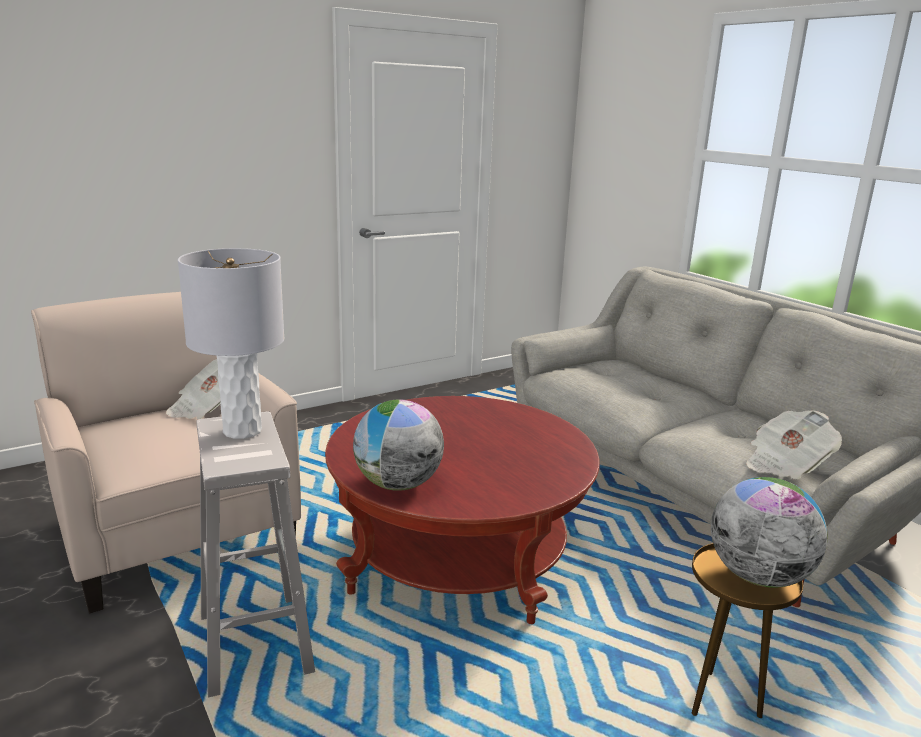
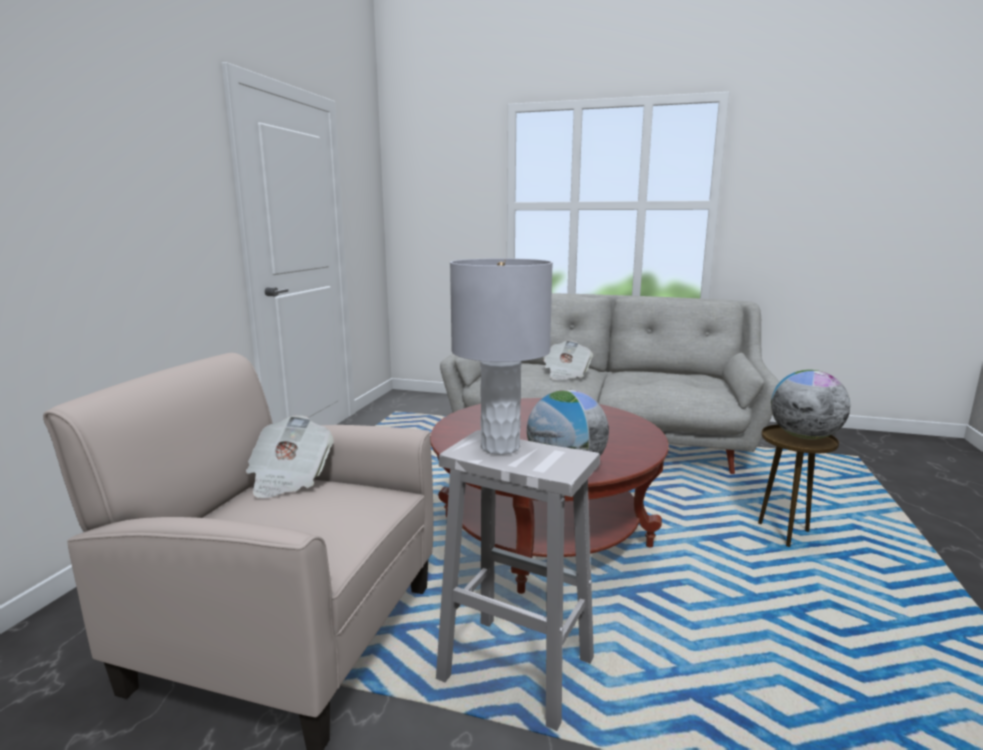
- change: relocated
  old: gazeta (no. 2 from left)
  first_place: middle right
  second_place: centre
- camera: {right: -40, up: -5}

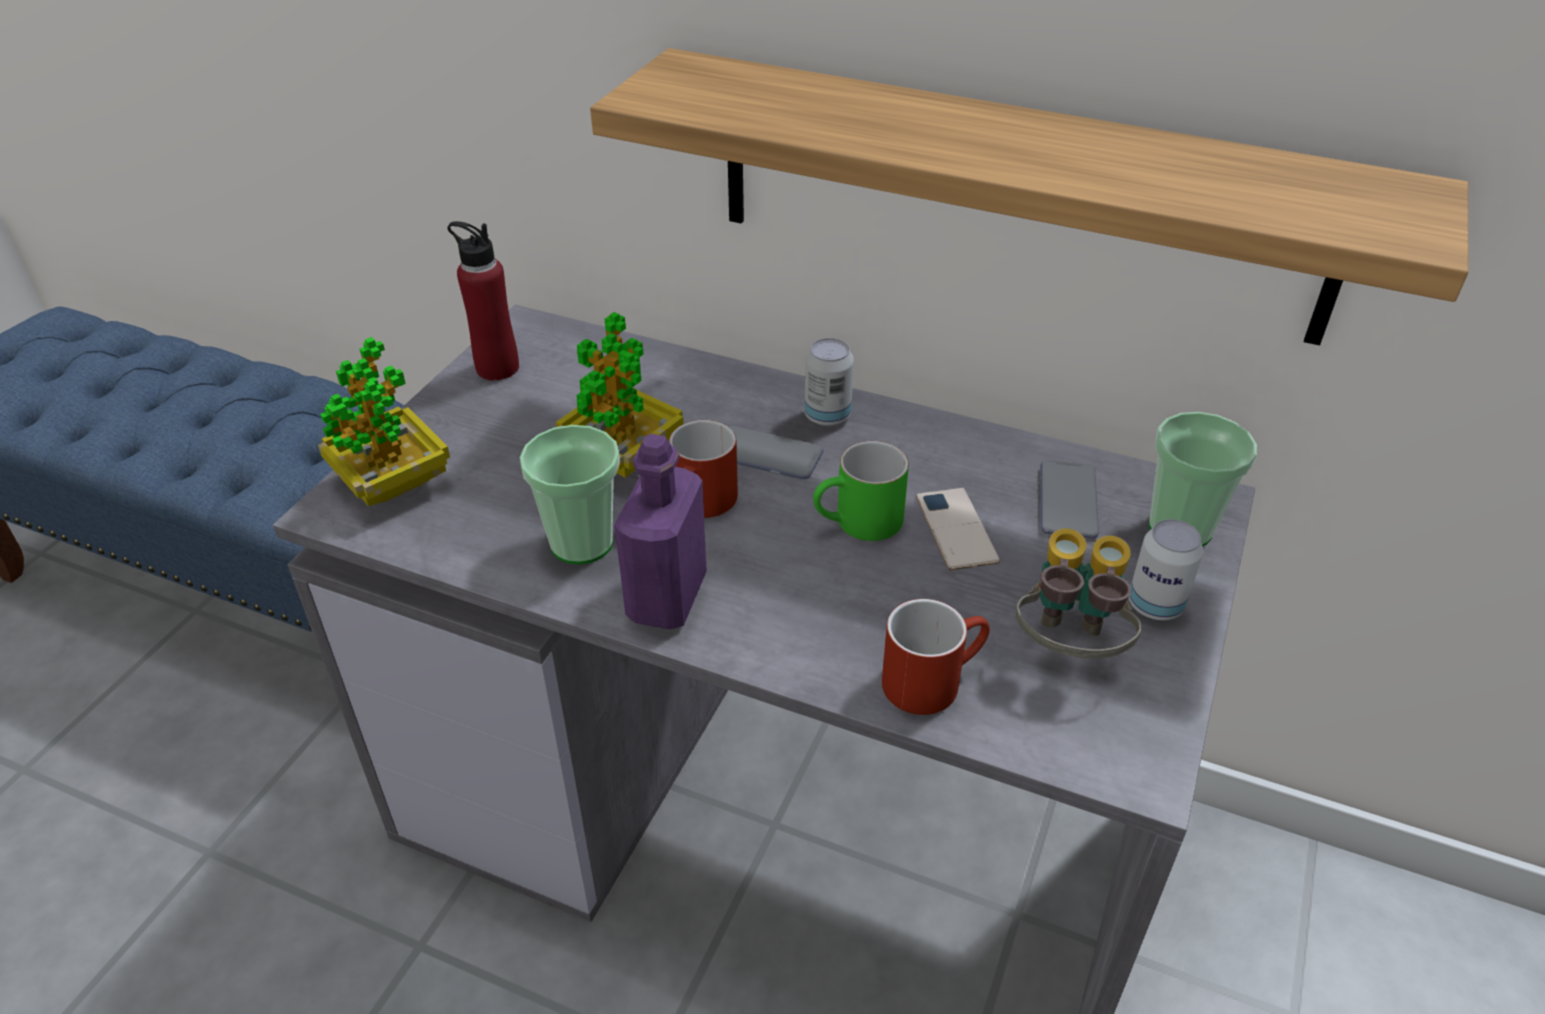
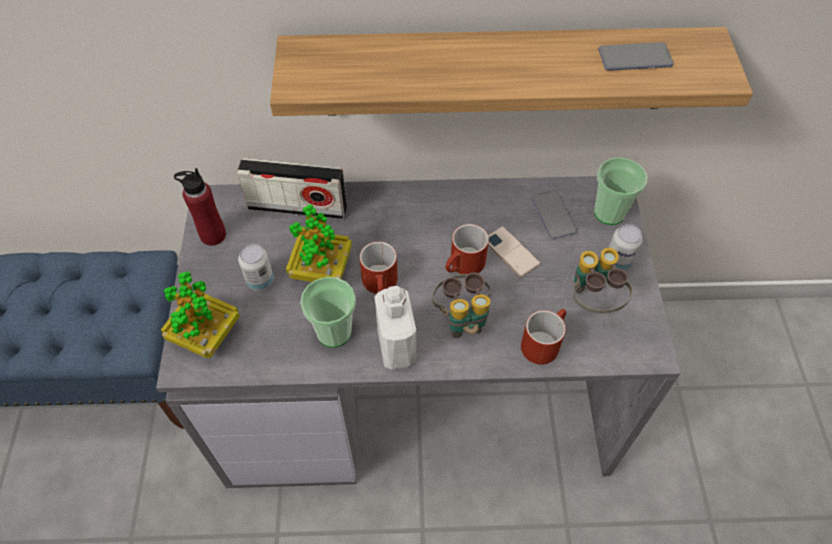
- change: appeared
  new: radio
  second_place: centre
- change: appeared
  new: lornetka (no. 1 from left)
  second_place: centre
- change: relocated
  old: telefon (no. 1 from left in the first image)
  new: telefon (no. 3 from left)
  first_place: centre
  second_place: top right
- change: relocated
  old: puszka (no. 1 from left)
  first_place: centre
  second_place: middle left
- change: colour
  old: butelka (fioletowy)
  new: butelka (biały)
  first_place: centre
  second_place: centre
- change: colour
  old: kubek (zielony)
  new: kubek (czerwony) (no. 2 from left)
  first_place: centre
  second_place: centre
- camera: {right: -25, up: 15}

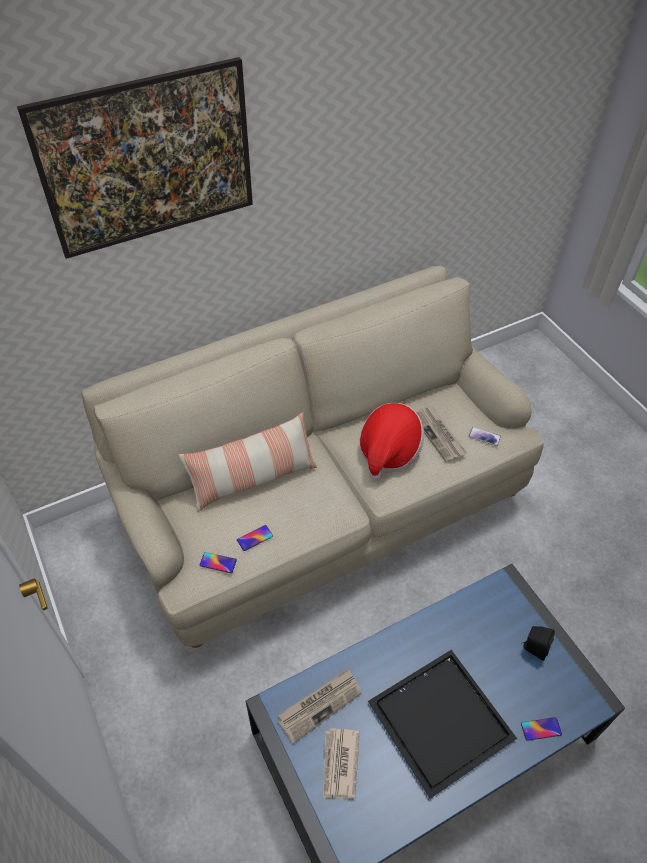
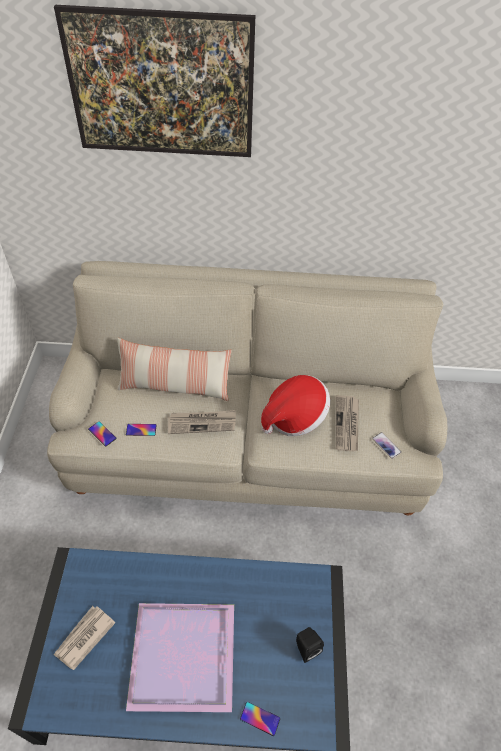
- change: relocated
  old: gazeta (no. 1 from left in the first image)
  new: gazeta (no. 2 from left)
  first_place: bottom centre
  second_place: centre
- change: colour
  old: taca (czarny)
  new: taca (fioletowy)
  first_place: bottom right
  second_place: bottom centre
- camera: {right: 30, up: 0}

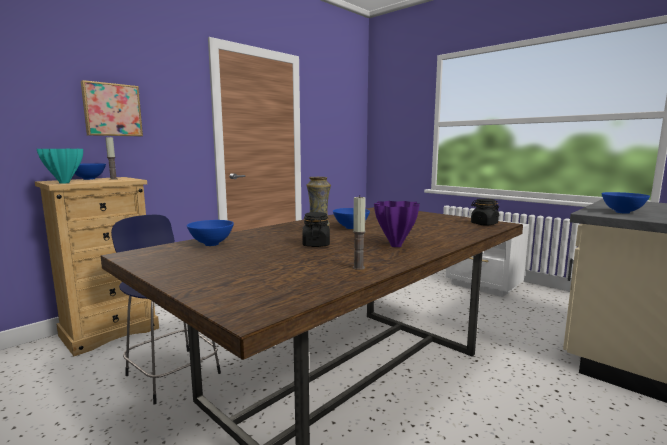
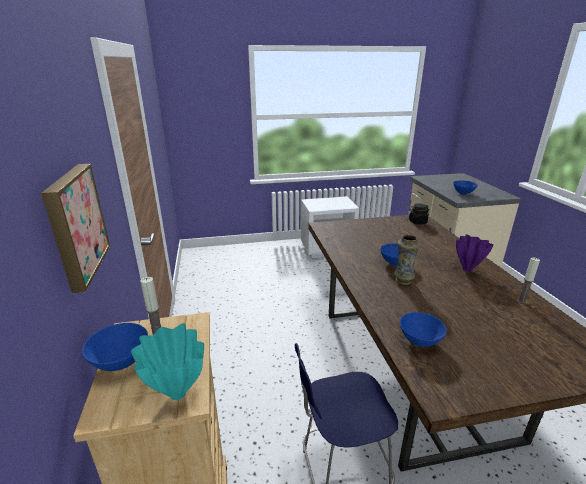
- change: missing
  old: słoik (czarny) (no. 1 from left)
  first_place: centre
- camera: {right: -55, up: 15}

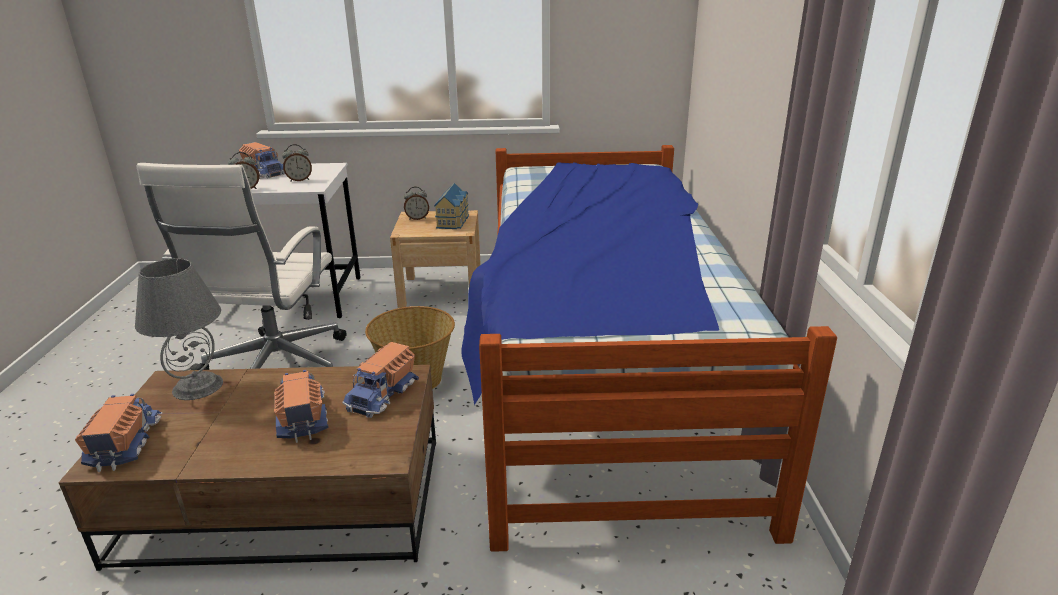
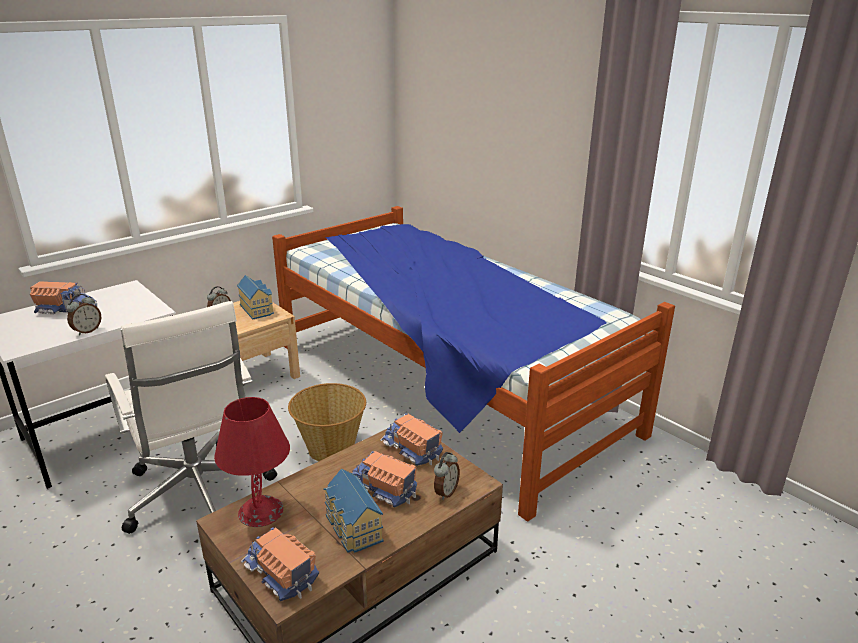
- change: appeared
  new: domek (no. 2 from left)
  second_place: bottom centre
- change: relocated
  old: budzik (no. 2 from left in the first image)
  new: budzik (no. 3 from left)
  first_place: top left
  second_place: bottom centre
- change: colour
  old: lampa stołowa (szary)
  new: lampa stołowa (czerwony)
  first_place: middle left
  second_place: bottom left
- change: spun
  old: ciężarówka zabawkowa (no. 4 from left)
  first_place: centre
  second_place: bottom centre
  degrees: 150
- camera: {right: -40, up: 0}

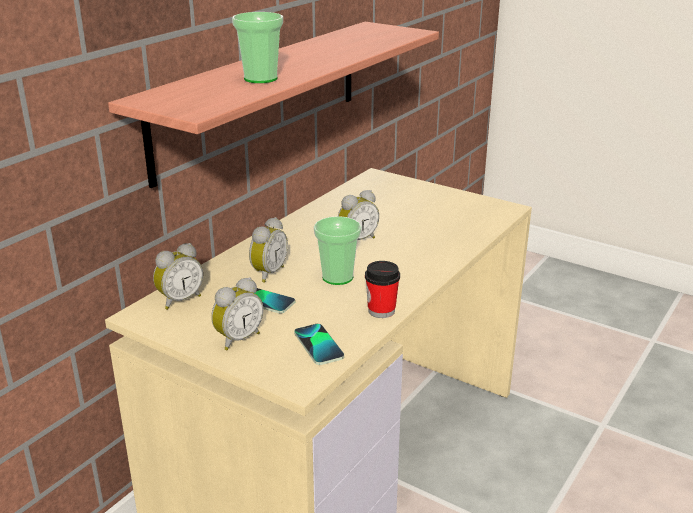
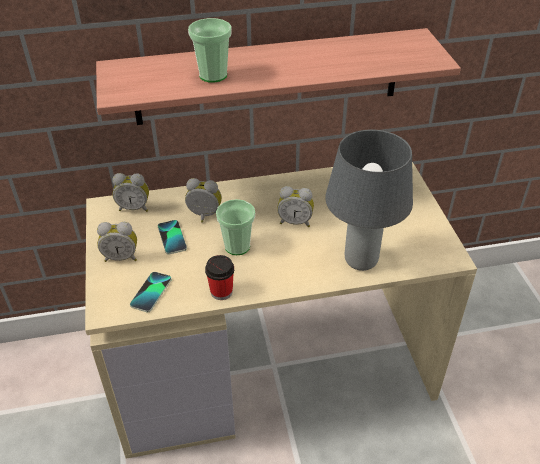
- change: appeared
  new: lampa stołowa (szary)
  second_place: middle right
- change: spun
  old: budzik (no. 3 from left)
  first_place: centre
  second_place: centre
  degrees: -150
- camera: {right: 45, up: 15}

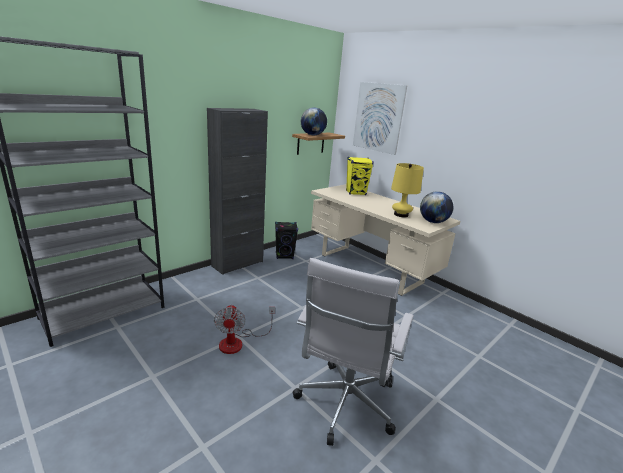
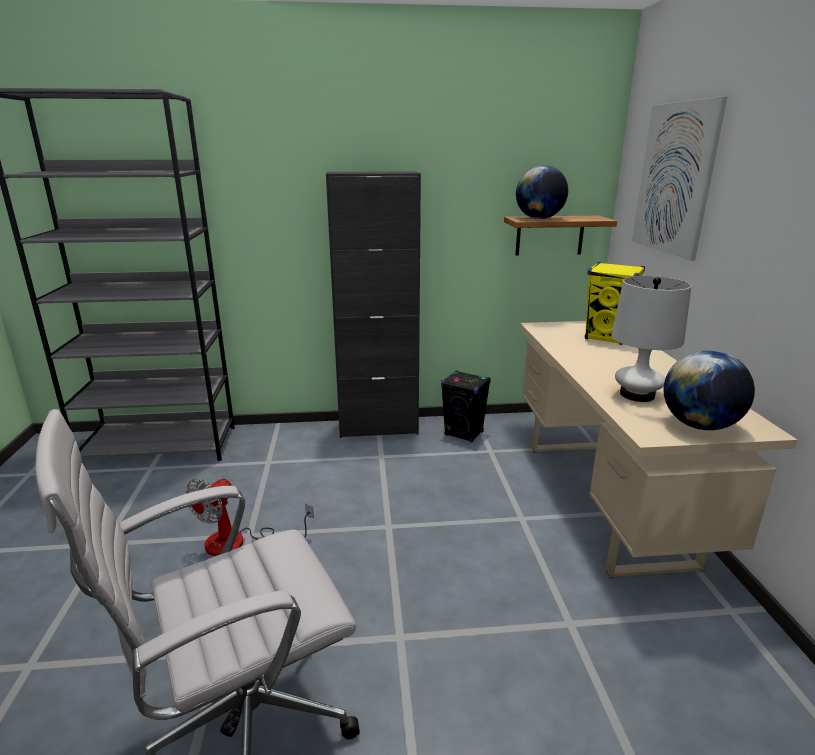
- change: colour
  old: lampa stołowa (żółty)
  new: lampa stołowa (biały)
  first_place: centre
  second_place: middle right
- camera: {right: 40, up: 0}

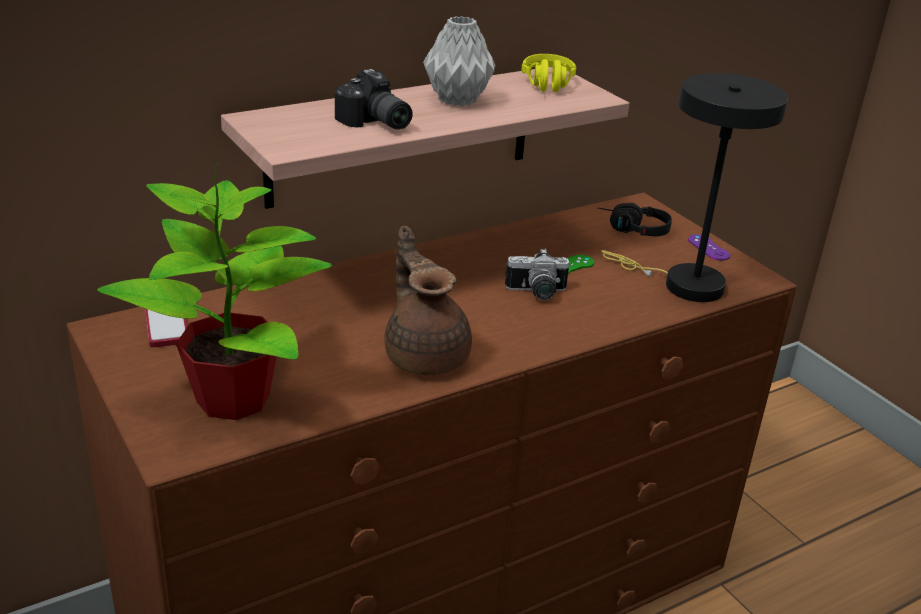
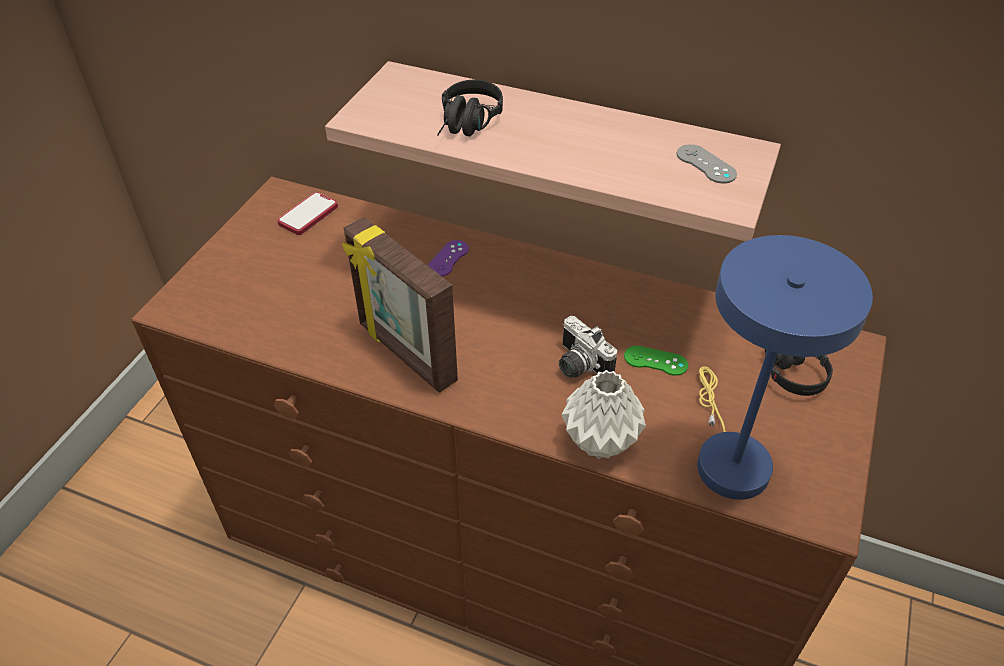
- change: missing
  old: roślina doniczkowa
  first_place: middle left
- change: relocated
  old: wazon (szary)
  first_place: top centre
  second_place: centre
- change: relocated
  old: pad do gier (fioletowy)
  first_place: middle right
  second_place: centre
- change: exchanged
  old: aparat fotograficzny (no. 1 from left)
  new: słuchawki (czarny) (no. 1 from left)
  first_place: top centre
  second_place: top centre
- change: exchanged
  old: imbryk (brązowy)
  new: ramka na zdjęcie
  first_place: centre
  second_place: centre
- change: exchanged
  old: słuchawki (żółty)
  new: pad do gier (szary)
  first_place: top centre
  second_place: top right
- change: colour
  old: lampa stołowa (czarny)
  new: lampa stołowa (niebieski)
  first_place: top right
  second_place: middle right
- camera: {right: 55, up: 15}

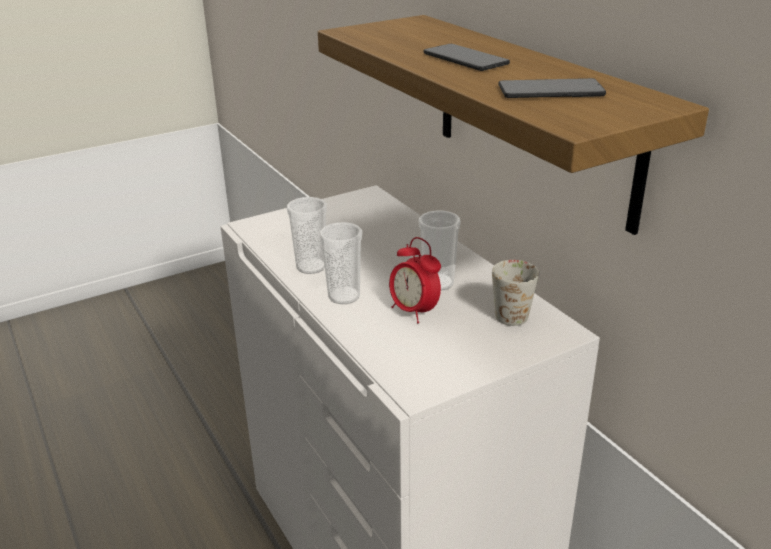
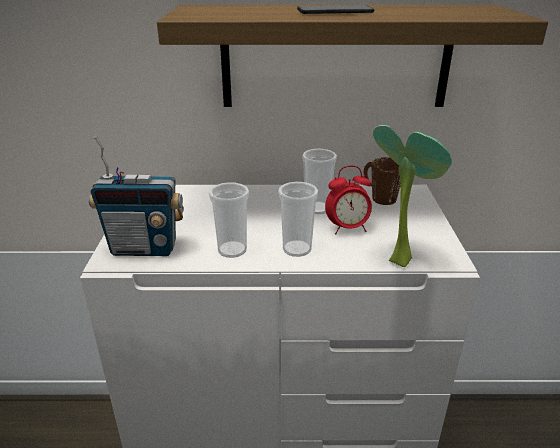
- change: missing
  old: telefon (no. 2 from left)
  first_place: top right
- change: appeared
  new: radio
  second_place: middle left
- change: appeared
  new: roślina doniczkowa
  second_place: middle right
- change: colour
  old: kubek (biały)
  new: kubek (brązowy)
  first_place: middle right
  second_place: middle right
- camera: {right: -60, up: 0}

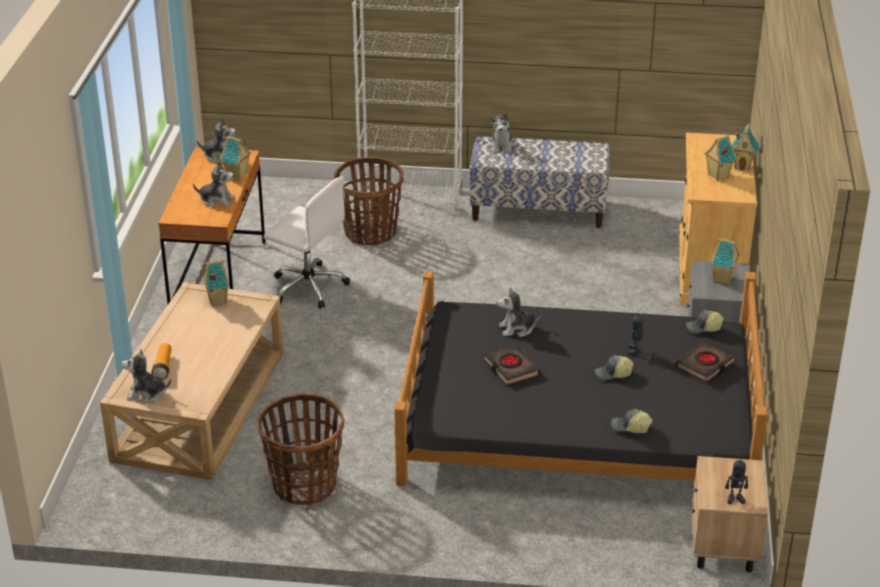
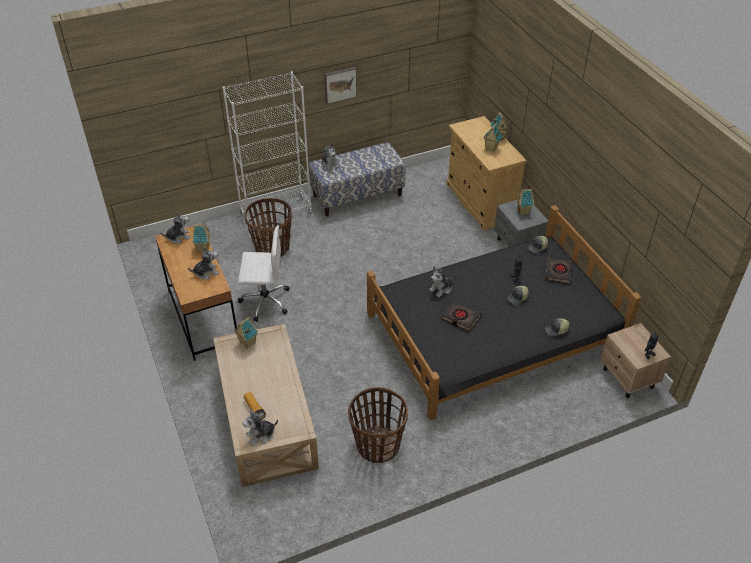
- change: appeared
  new: obraz
  second_place: top centre
- camera: {right: -30, up: 10}

